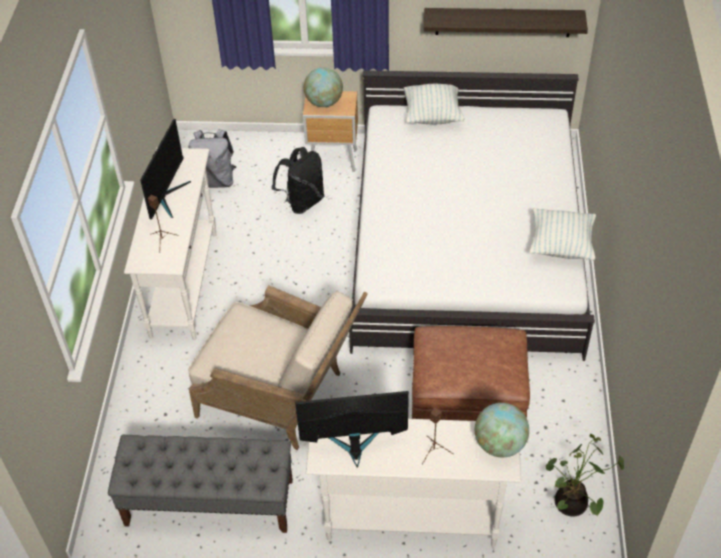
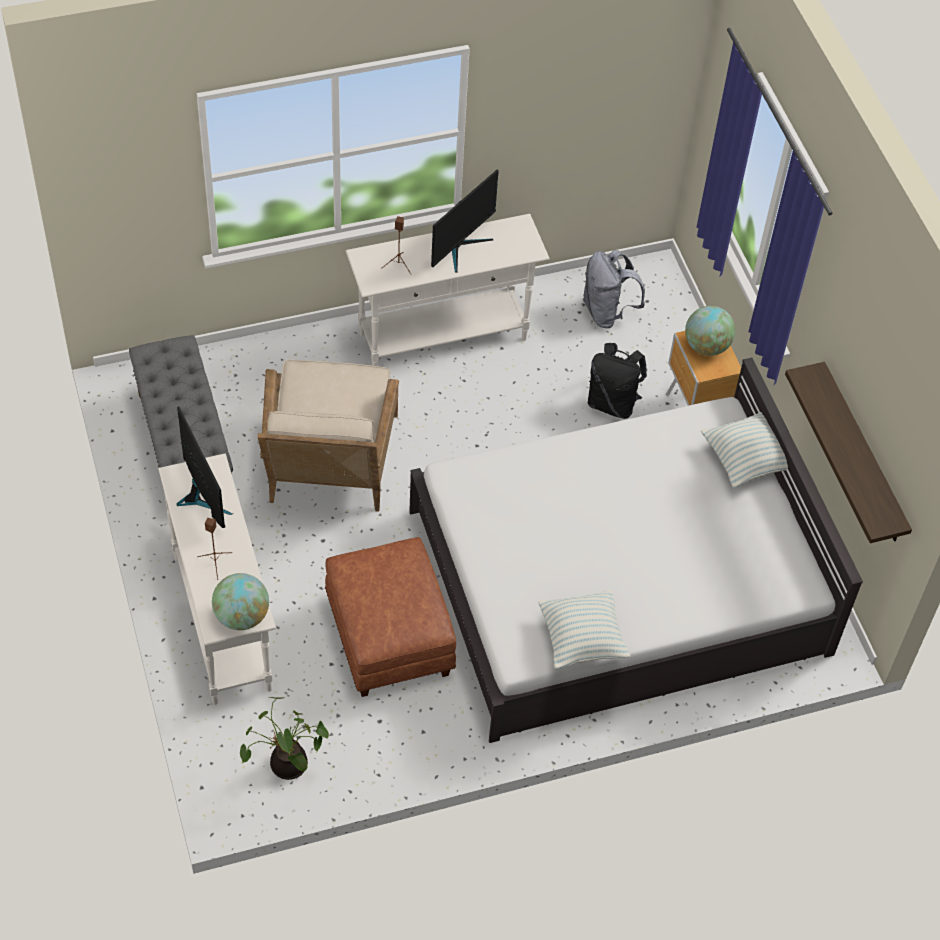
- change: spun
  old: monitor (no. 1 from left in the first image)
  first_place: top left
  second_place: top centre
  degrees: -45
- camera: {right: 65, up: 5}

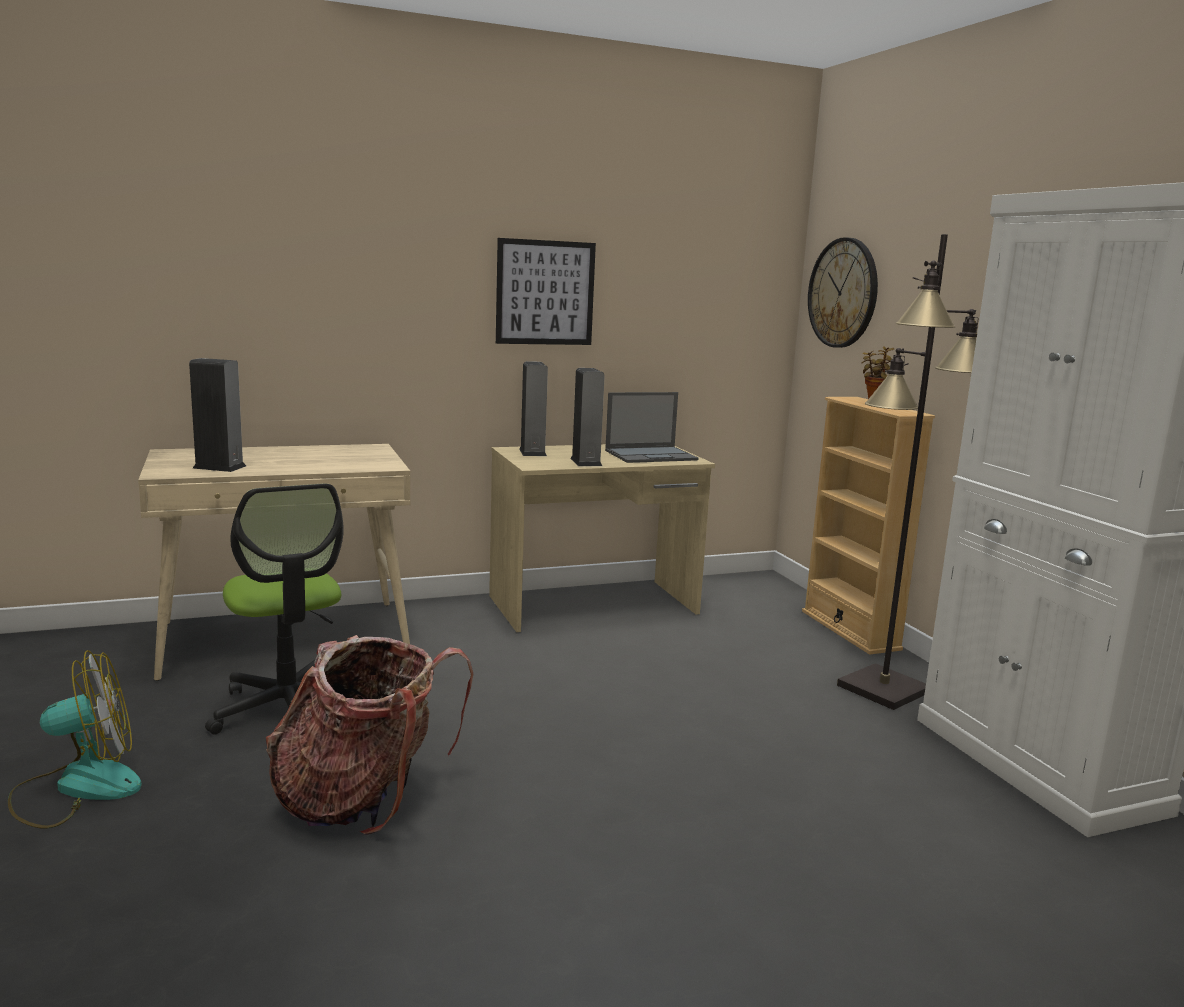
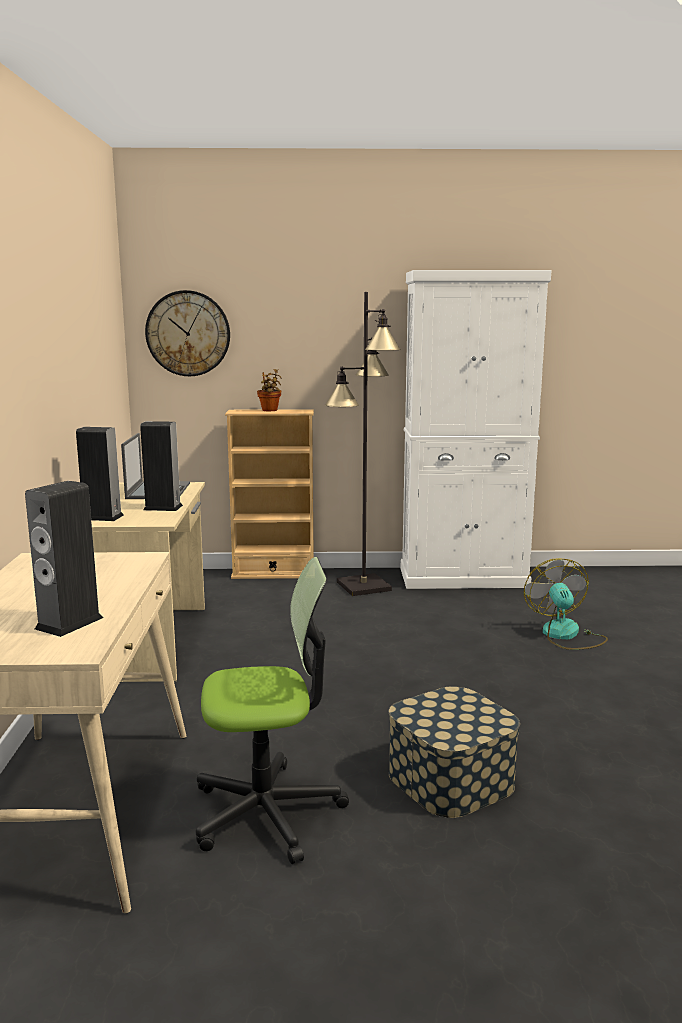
- change: missing
  old: obraz
  first_place: top centre
- change: relocated
  old: wentylator
  first_place: bottom left
  second_place: middle right
- change: exchanged
  old: plecak
  new: pojemnik do przechowywania
  first_place: bottom left
  second_place: bottom centre
- camera: {right: -70, up: 0}

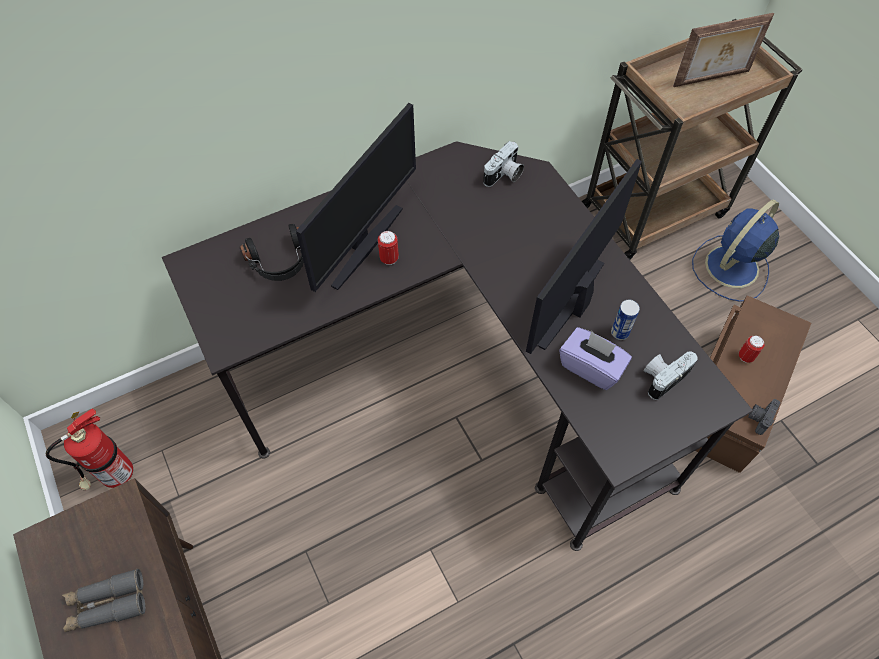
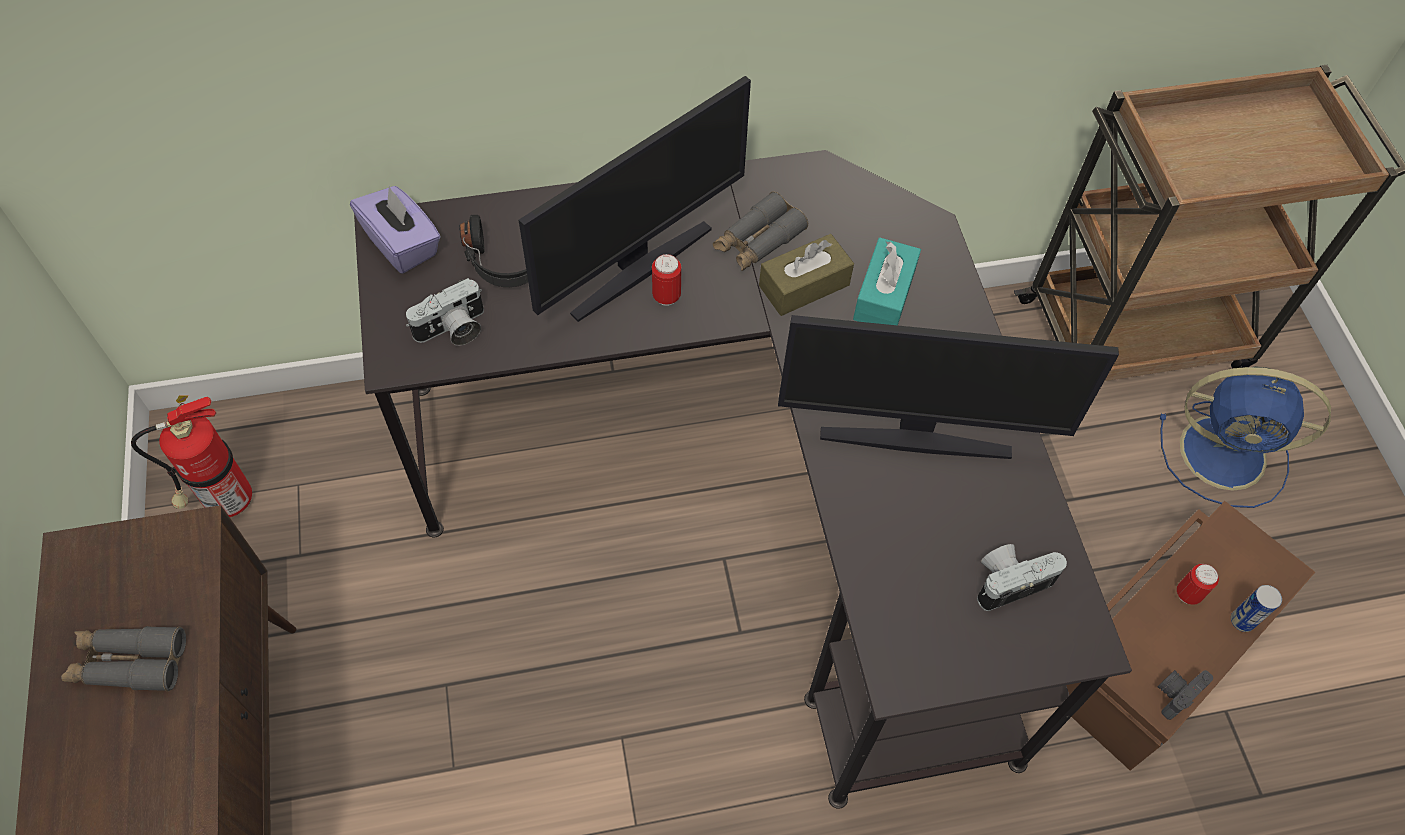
- change: missing
  old: ramka na zdjęcie
  first_place: top right
- change: appeared
  new: lornetka (szary) (no. 2 from left)
  second_place: top centre
- change: appeared
  new: pudełko chusteczek (brązowy)
  second_place: top centre
- change: appeared
  new: pudełko chusteczek (turkusowy)
  second_place: centre
- change: relocated
  old: aparat fotograficzny (no. 1 from left)
  first_place: top centre
  second_place: middle left
- change: relocated
  old: pudełko chusteczek (fioletowy)
  first_place: middle right
  second_place: top left
- change: relocated
  old: puszka (no. 2 from left in the first image)
  new: puszka (no. 3 from left)
  first_place: middle right
  second_place: bottom right
- change: spun
  old: monitor (no. 2 from left)
  first_place: centre
  second_place: middle right
  degrees: -135
- change: spun
  old: wentylator (niebieski)
  first_place: middle right
  second_place: middle right
  degrees: -135
- camera: {right: 15, up: 0}

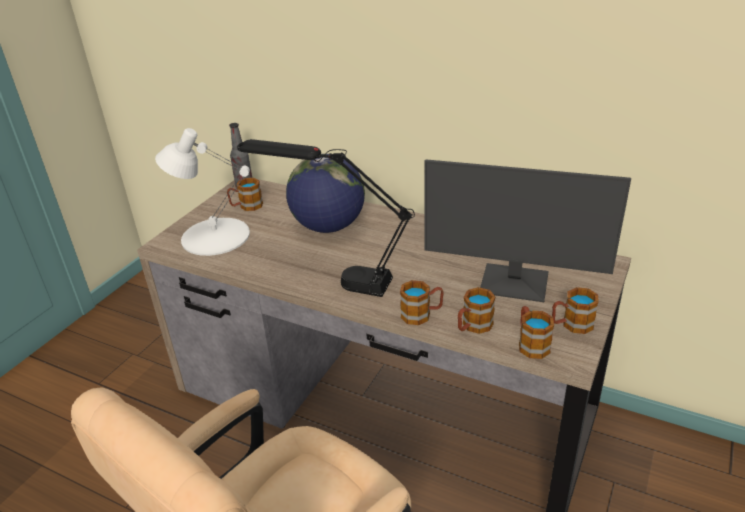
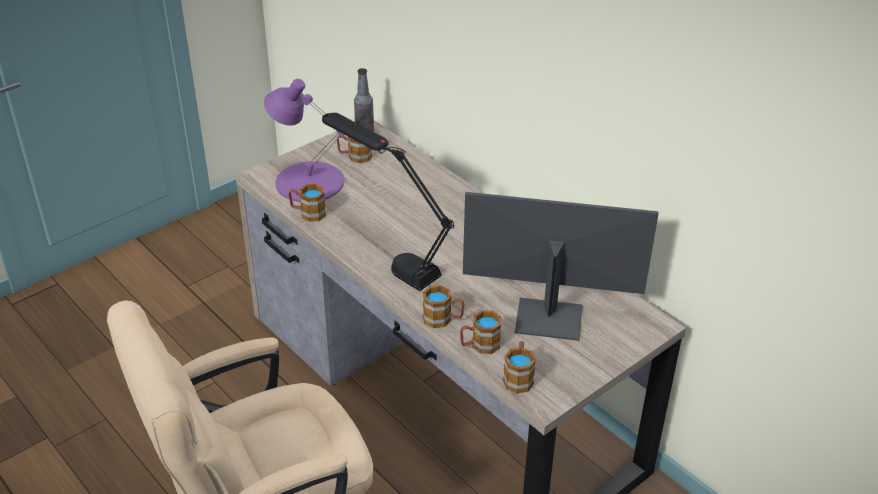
- change: missing
  old: globus
  first_place: centre
- change: relocated
  old: kubek (no. 5 from left in the first image)
  new: kubek (no. 1 from left)
  first_place: middle right
  second_place: centre
- change: colour
  old: lampa stołowa (biały)
  new: lampa stołowa (fioletowy)
  first_place: middle left
  second_place: top centre
- change: spun
  old: monitor
  first_place: middle right
  second_place: centre
  degrees: 150
- camera: {right: 20, up: 5}

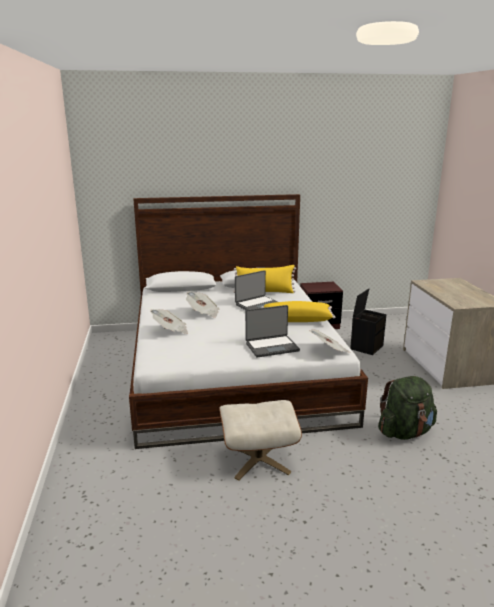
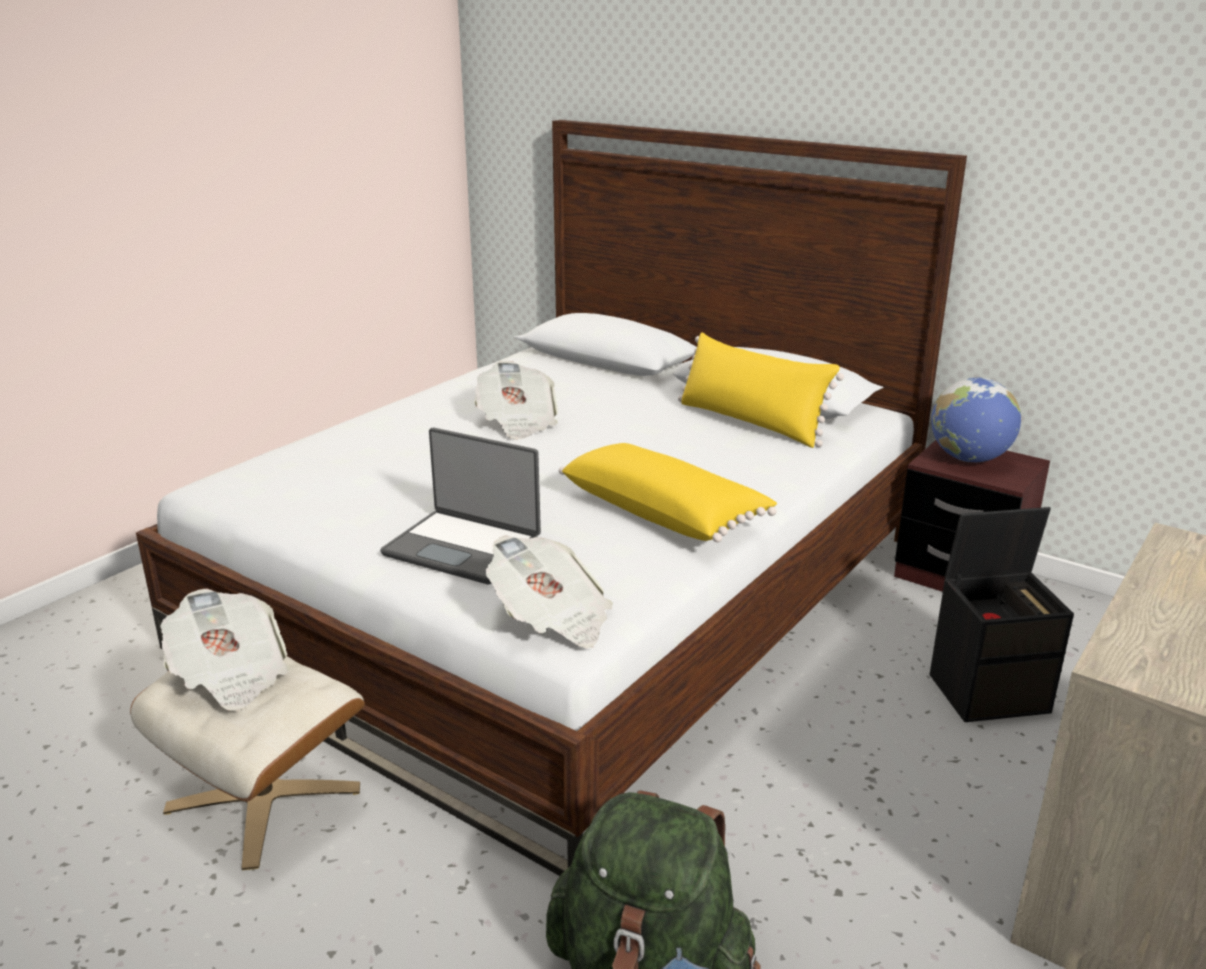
- change: missing
  old: laptop (no. 1 from left)
  first_place: centre
- change: appeared
  new: globus
  second_place: middle right
- change: relocated
  old: gazeta (no. 1 from left)
  first_place: centre
  second_place: bottom left
- camera: {right: 45, up: 5}

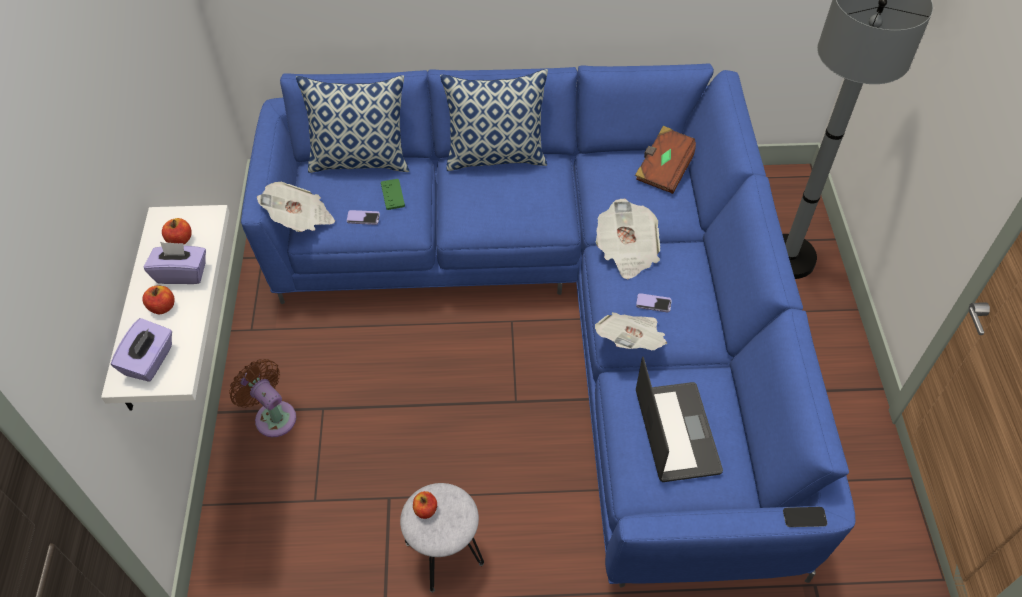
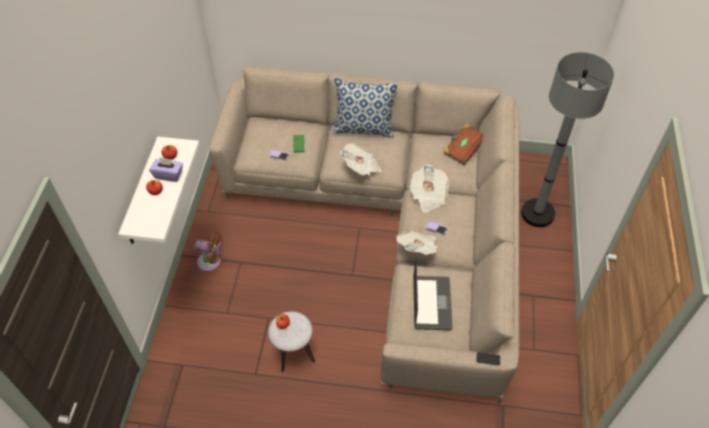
- change: missing
  old: pudełko chusteczek (fioletowy) (no. 1 from left)
  first_place: middle left
- change: missing
  old: poduszka (no. 1 from left)
  first_place: top centre
- change: relocated
  old: gazeta (no. 1 from left)
  first_place: middle left
  second_place: centre
- change: colour
  old: kanapa (niebieski)
  new: kanapa (beżowy)
  first_place: centre
  second_place: centre
- change: spun
  old: wentylator (brązowy)
  first_place: bottom left
  second_place: middle left
  degrees: 135
- camera: {right: 10, up: 0}

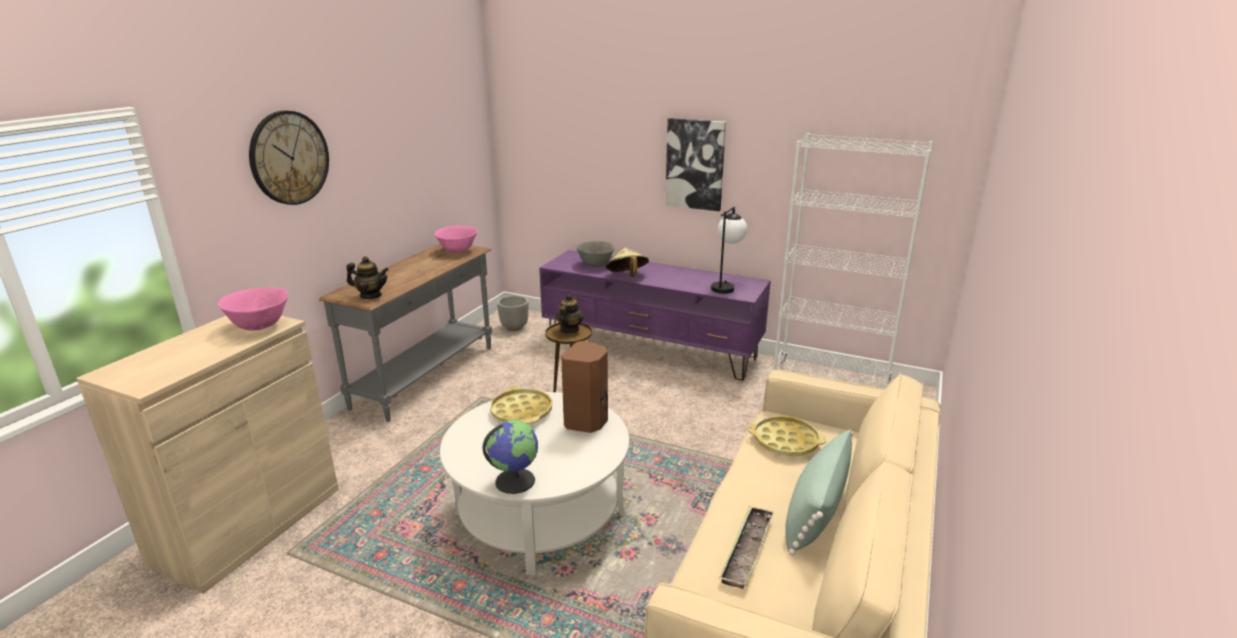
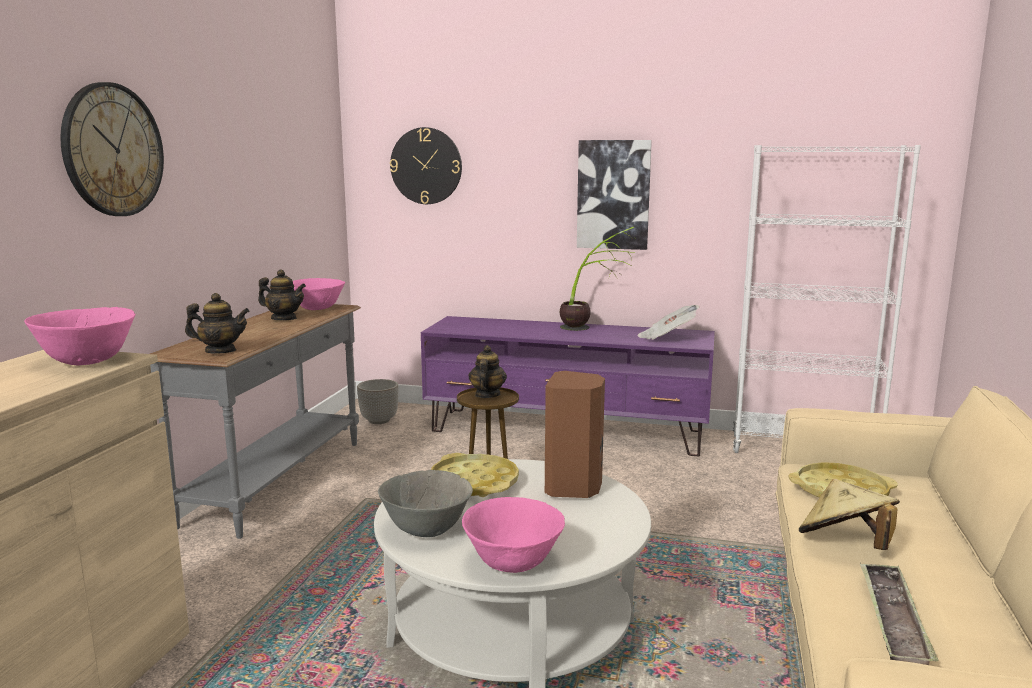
- change: missing
  old: poduszka (zielony)
  first_place: bottom centre
- change: appeared
  new: imbryk (no. 2 from left)
  second_place: middle left
- change: appeared
  new: zegar ścienny (no. 2 from left)
  second_place: top centre
- change: appeared
  new: roślina doniczkowa
  second_place: centre
- change: relocated
  old: miska (szary)
  first_place: centre
  second_place: bottom centre
- change: relocated
  old: kapelusz (beżowy)
  first_place: centre
  second_place: bottom right
- change: exchanged
  old: globus
  new: miska (różowy) (no. 3 from left)
  first_place: bottom centre
  second_place: bottom centre
- change: exchanged
  old: lampa stołowa
  new: gazeta
  first_place: centre
  second_place: centre
- camera: {right: -10, up: -10}

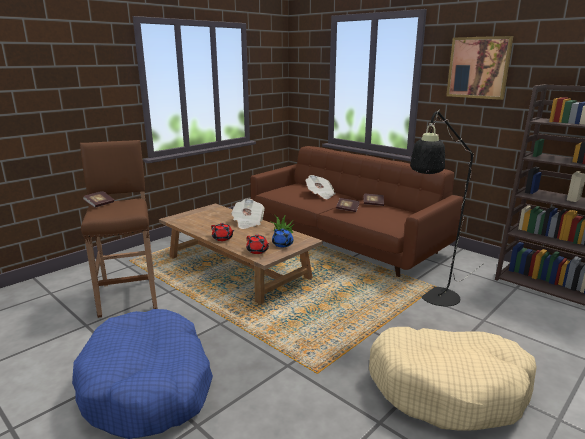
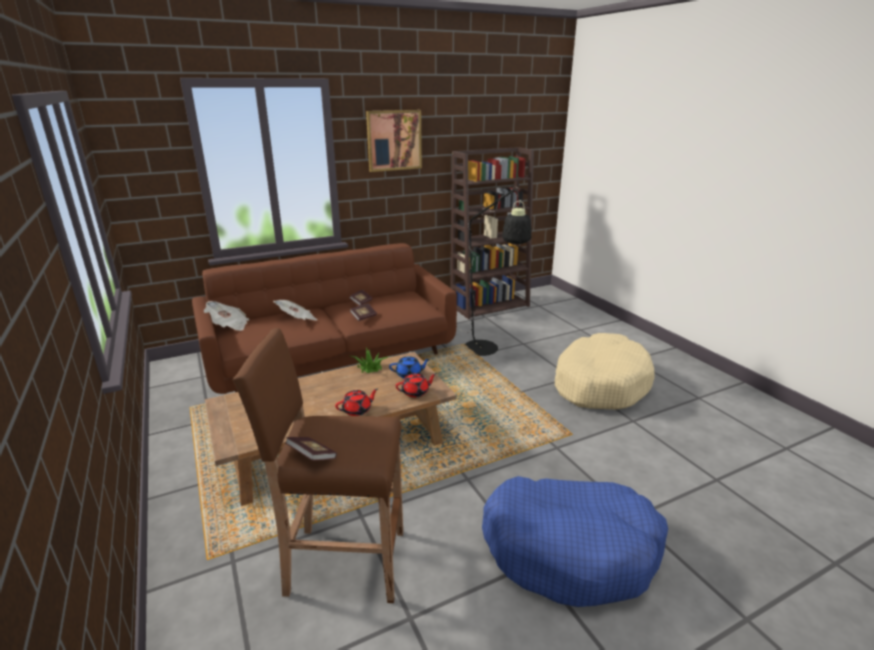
- change: relocated
  old: gazeta (no. 1 from left)
  first_place: centre
  second_place: middle left
- camera: {right: -70, up: 5}

